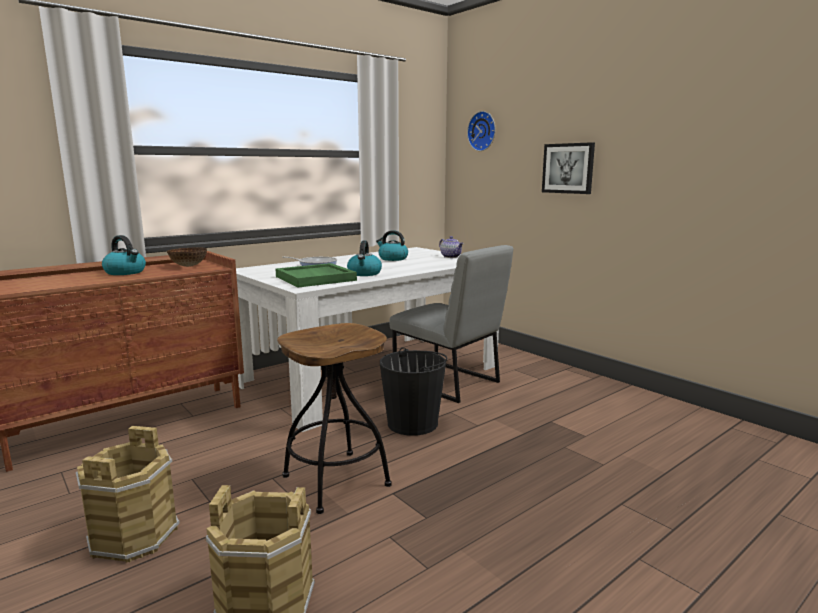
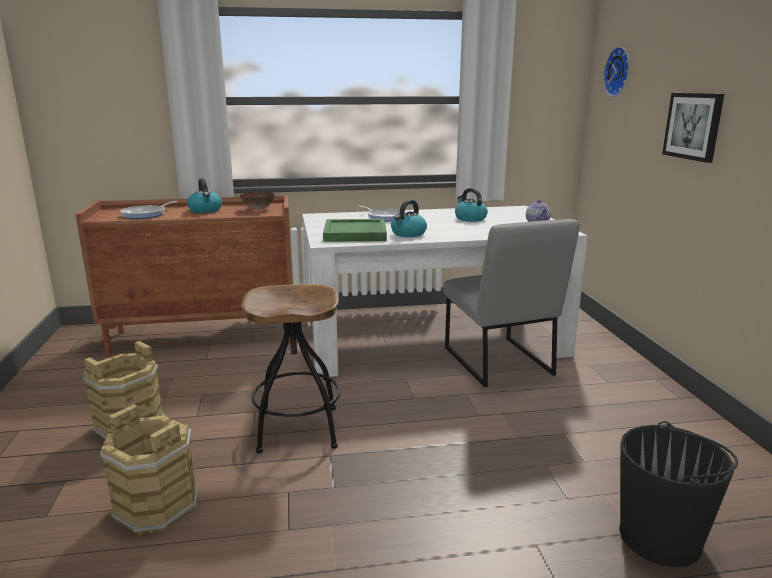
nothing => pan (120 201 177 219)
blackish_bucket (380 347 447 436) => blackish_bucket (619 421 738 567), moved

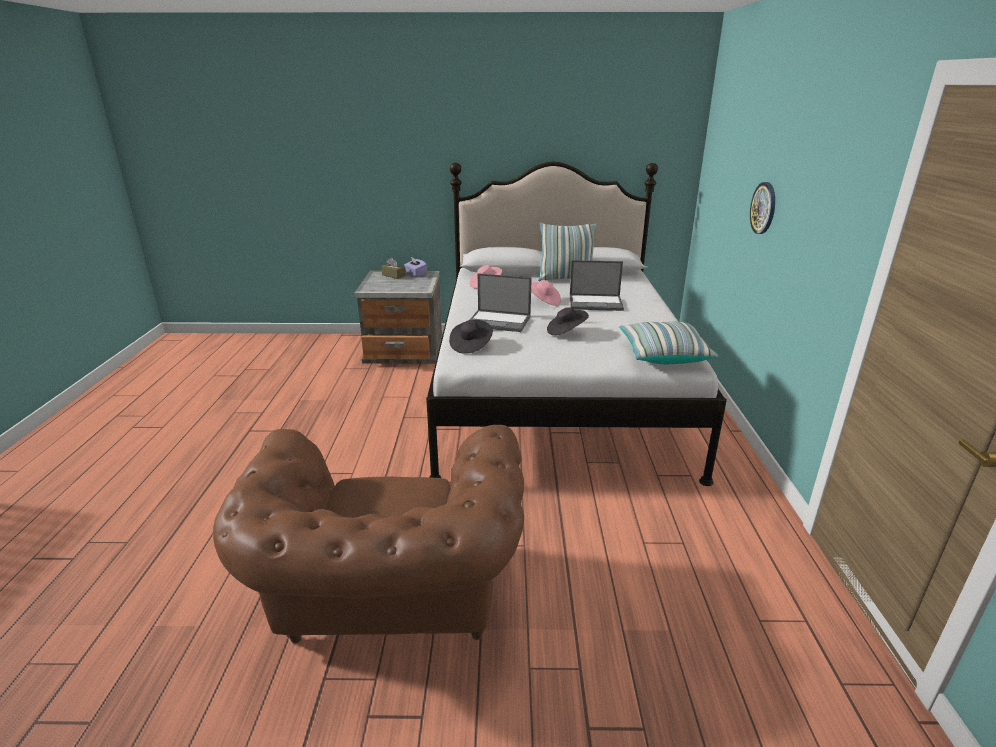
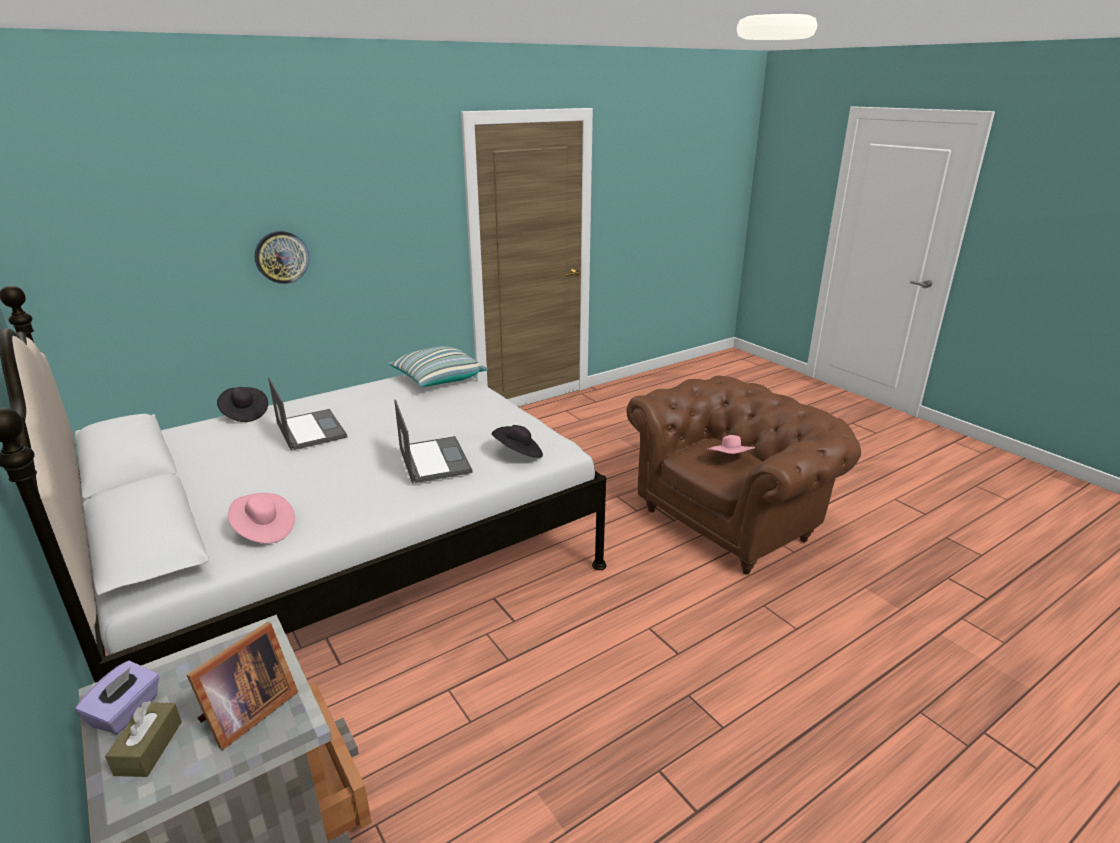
nothing => picture_frame (187 622 298 750)
blackish_wearable_hat (547 307 589 335) => blackish_wearable_hat (217 387 268 422), moved
pink_wearable_hat (531 280 561 306) => pink_wearable_hat (707 435 755 454), moved
cushion (538 223 596 281) => nothing

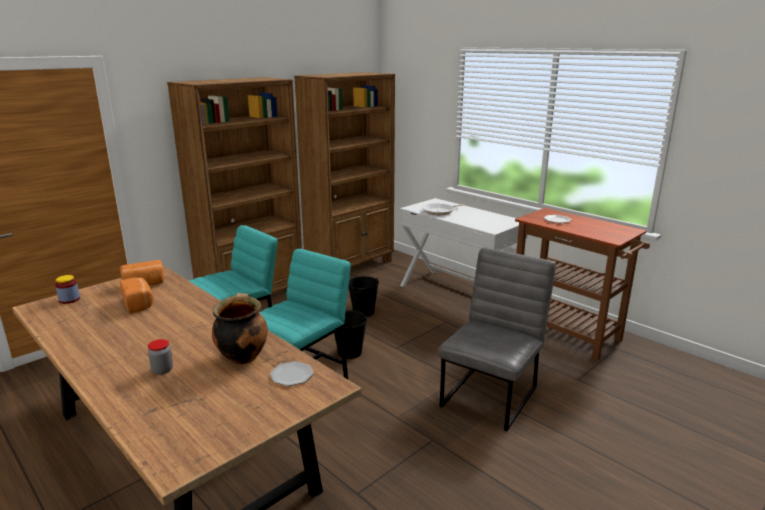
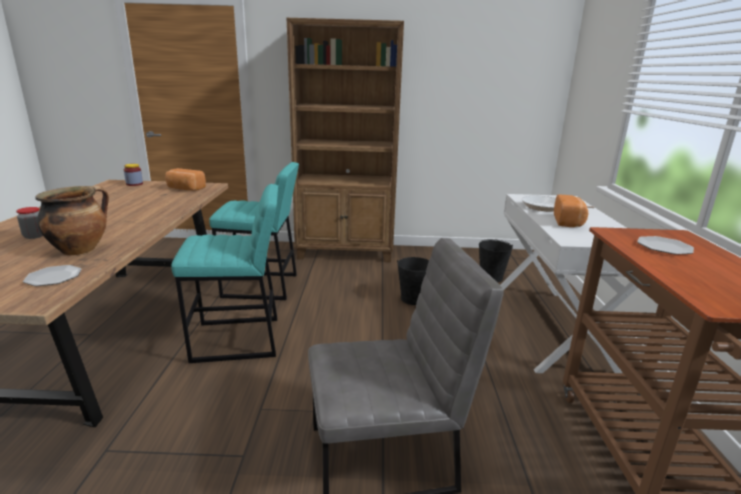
blackish_bucket (334 310 367 359) => blackish_bucket (479 239 513 282), moved
bread (120 277 154 313) => bread (554 195 588 227), moved
brownish_bookshelf (294 72 395 267) => nothing

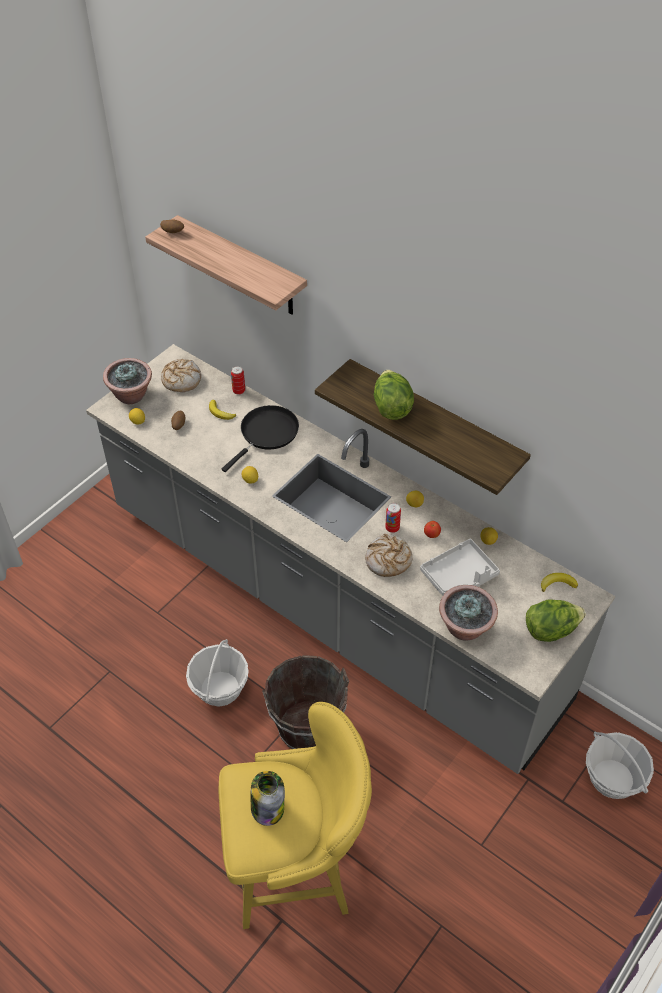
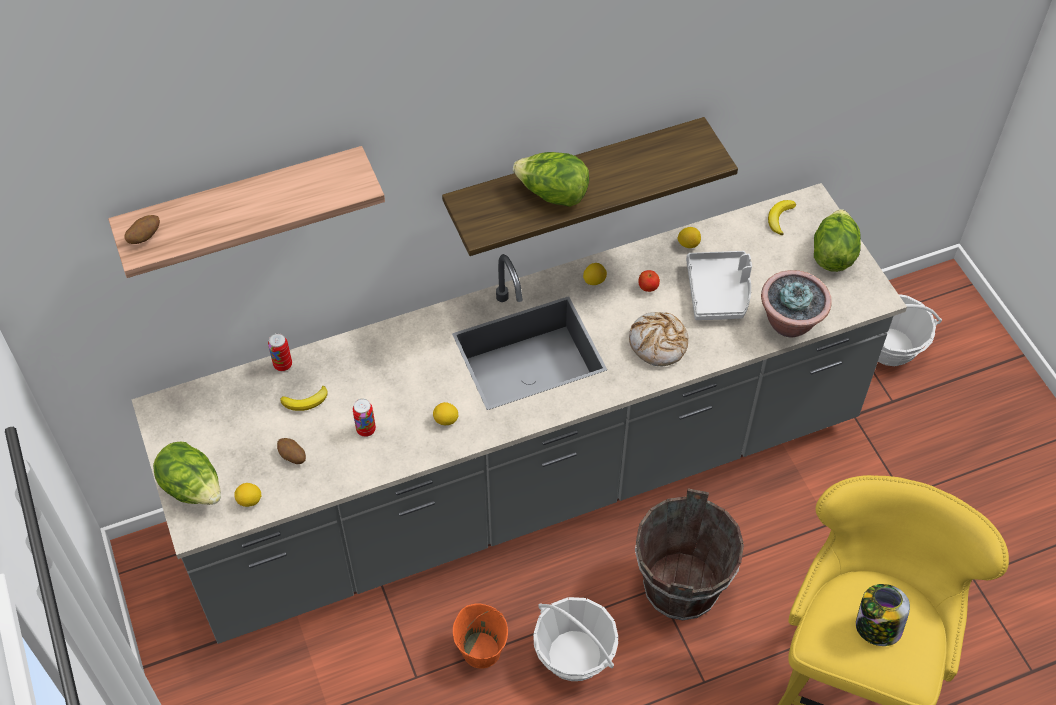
plant_in_a_pot (103 358 152 404) => head_of_lettuce (153 442 221 505)
sealed_can (385 503 401 533) => sealed_can (353 398 376 437), moved
nothing => orange-coloured_bucket (453 603 508 669)
bread (161 359 201 392) => nothing
blackish_pan (222 405 299 472) => nothing

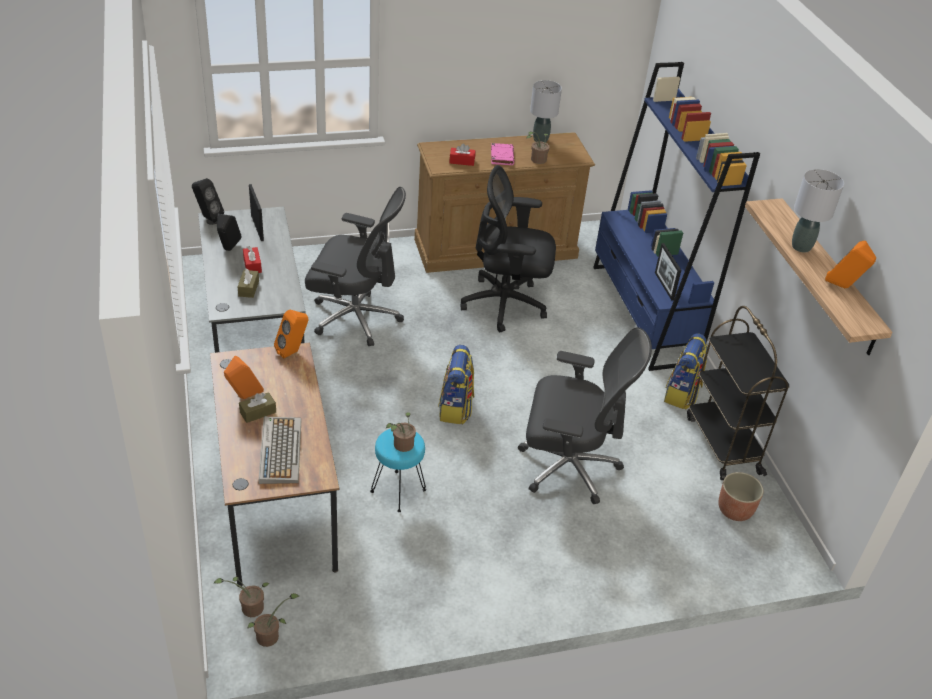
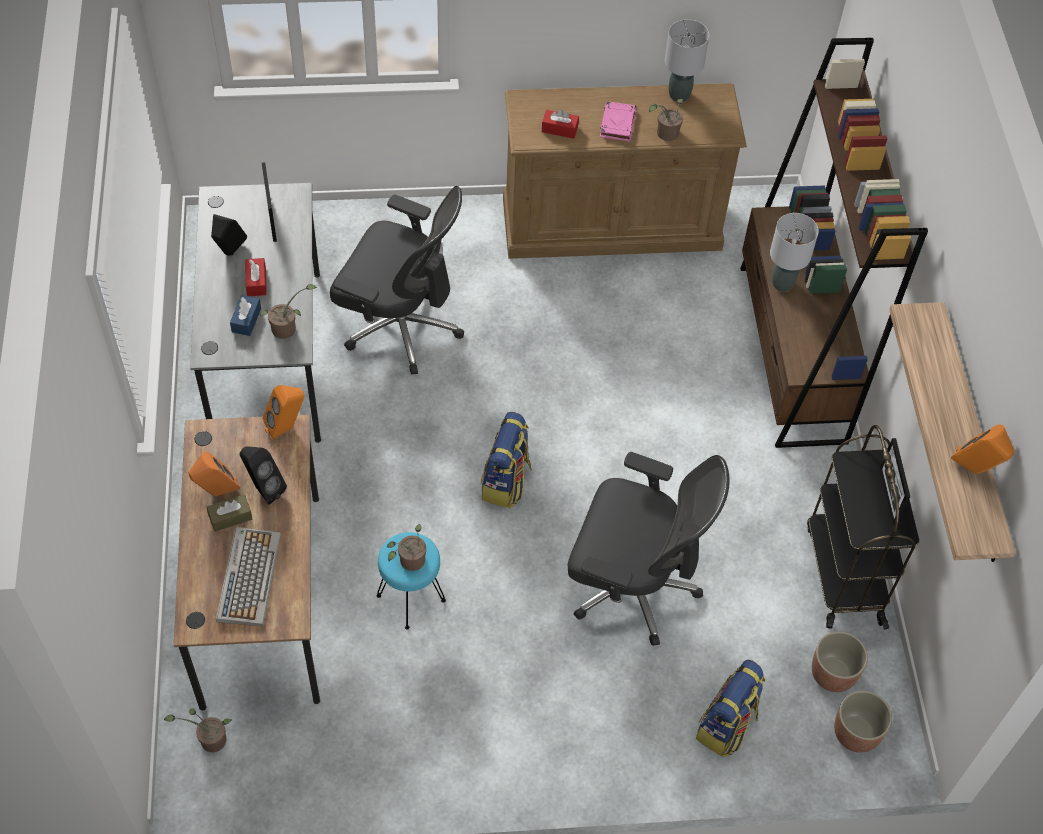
brownish_box_of_tissues (238 268 259 298) => blue-coloured_box_of_tissues (230 295 261 336)
blackish_speaker (192 178 224 223) => blackish_speaker (240 446 287 504), moved
plant_in_a_pot (247 593 299 647) => plant_in_a_pot (260 284 317 339), moved
rucksack (664 333 708 410) => rucksack (696 660 765 757), moved
blue-coloured_bookshelf (593 62 760 371) => brownish_bookshelf (740 38 928 448)
greyish_table_lamp (792 169 844 253) => greyish_table_lamp (770 213 819 292), moved
nothing => flower_pot (834 691 892 753)
picture_frame (655 243 681 300) => picture_frame (880 438 910 525), moved
blackish_desk_chair (461 165 556 332) => nothing

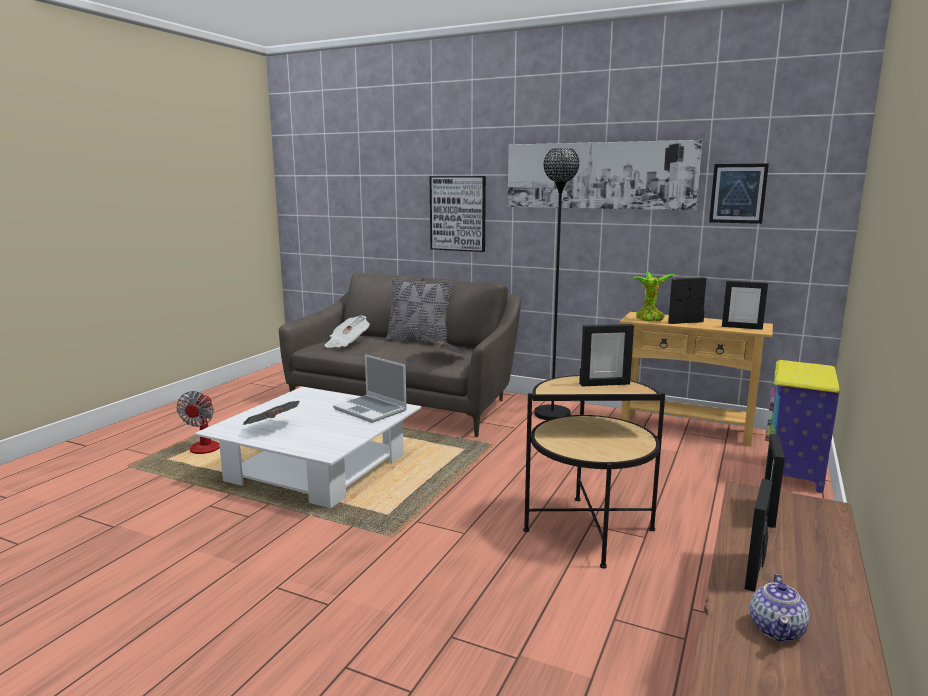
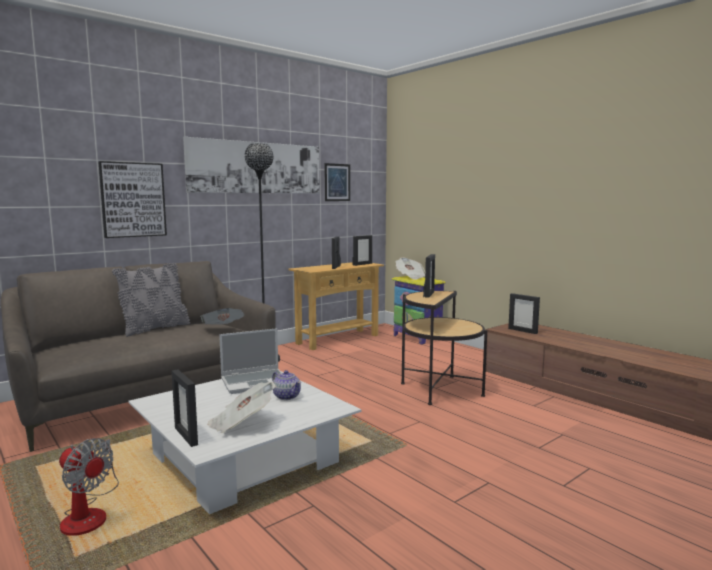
picture_frame (745 479 772 592) => picture_frame (172 370 198 447), moved
tea_pot (750 574 810 641) => tea_pot (272 370 301 400), moved
newspaper (324 315 370 348) => newspaper (395 257 425 280), moved
plant_in_a_pot (632 272 674 321) => nothing

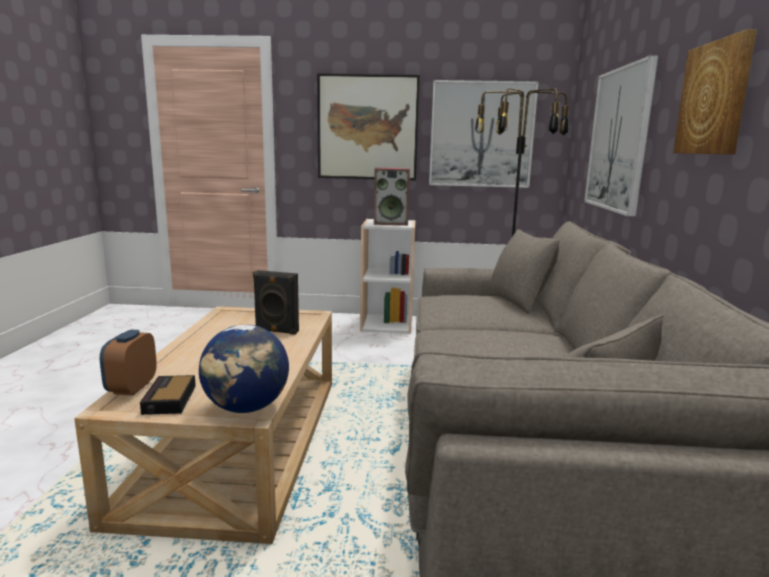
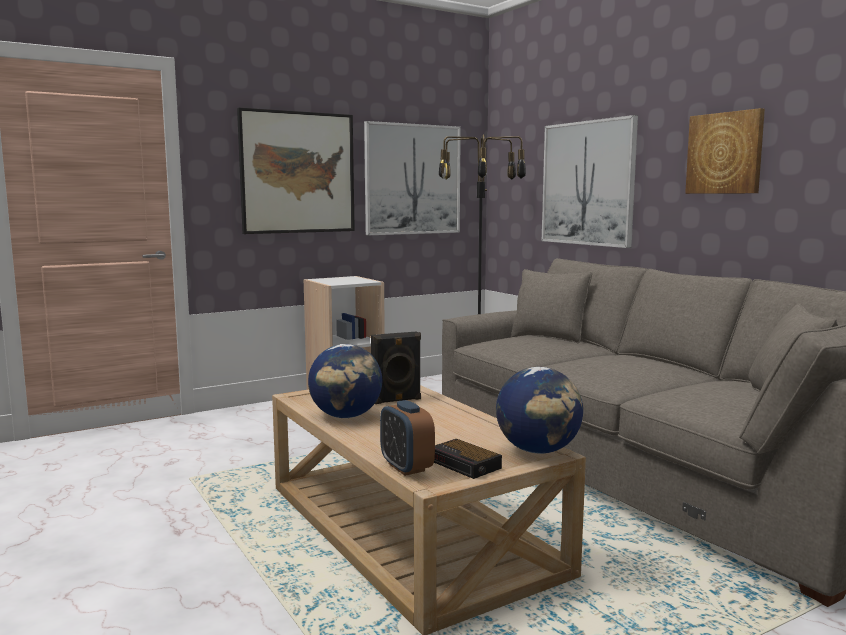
nothing => world_globe (308 344 382 418)
speaker (374 168 410 225) => nothing

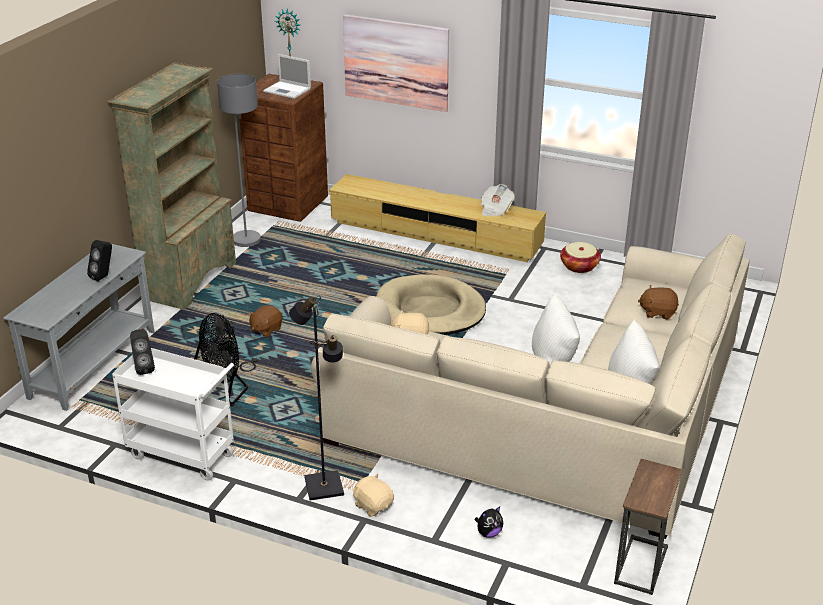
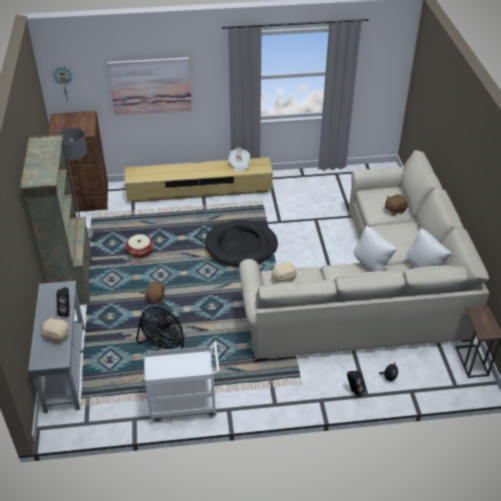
beige_plush_toy (352 473 394 517) => beige_plush_toy (41 316 69 344), moved
storage_basket (560 242 601 273) => storage_basket (125 234 154 258), moved
beige_dog_bed (376 274 486 335) => blackish_dog_bed (205 220 278 267)
blackish_speaker (130 329 155 375) => blackish_speaker (347 371 366 397), moved
notebook_computer (263 54 311 99) => nothing
blackish_standing_lamp (289 295 344 501) => nothing

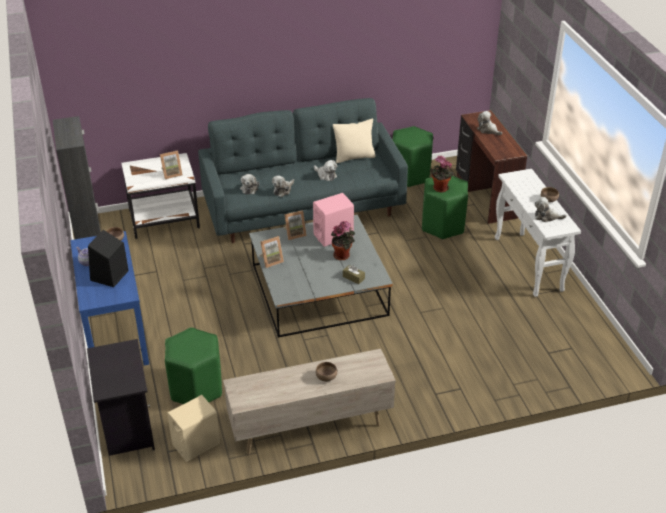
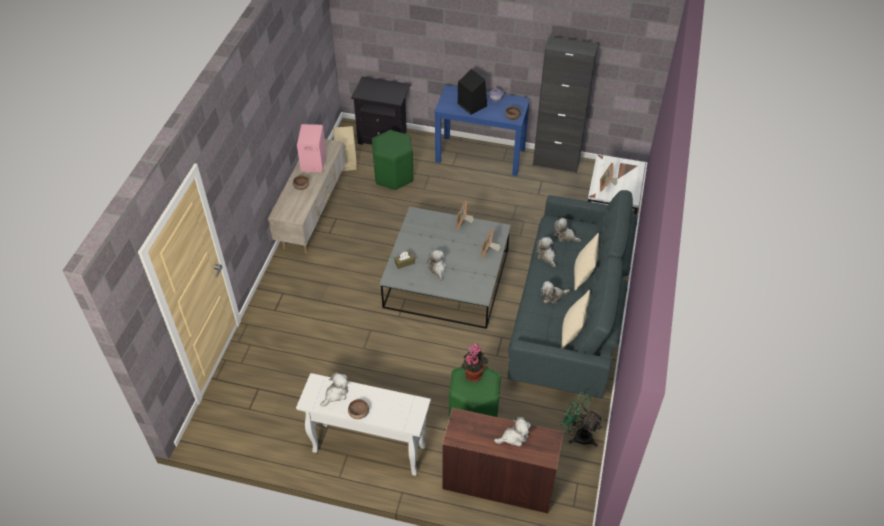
pink_speaker (313 193 354 247) => pink_speaker (297 124 326 172), moved
plant_in_a_pot (331 221 355 260) => plush_toy (427 250 447 281)
green-coloured_stool_seat (392 126 433 187) => green-coloured_electric_fan (560 392 604 447)
nothing => beige_cushion (574 233 599 291)

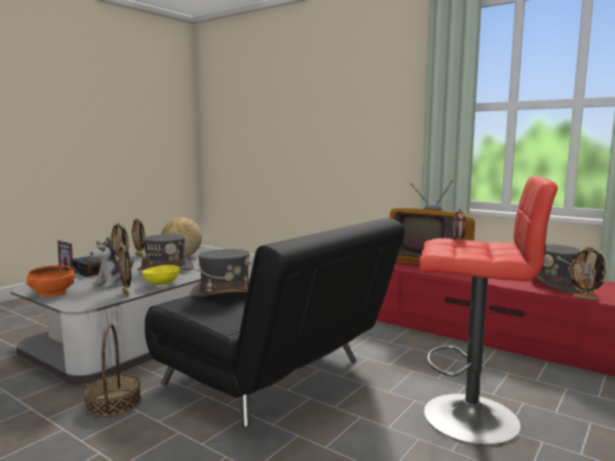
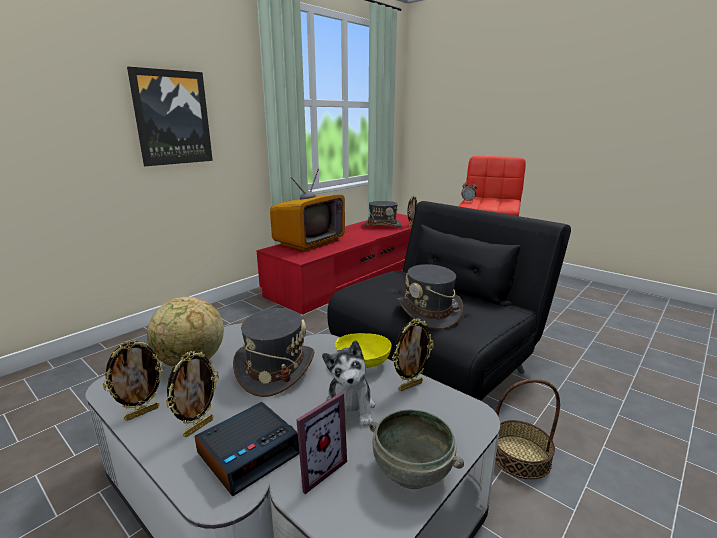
nothing => wall_picture (127 67 213 166)
plush_toy (90 237 133 288) => plush_toy (322 340 375 426), 45 degrees clockwise
orange-coloured_deep_dish (26 265 75 297) => greyish_deep_dish (369 410 464 489)

